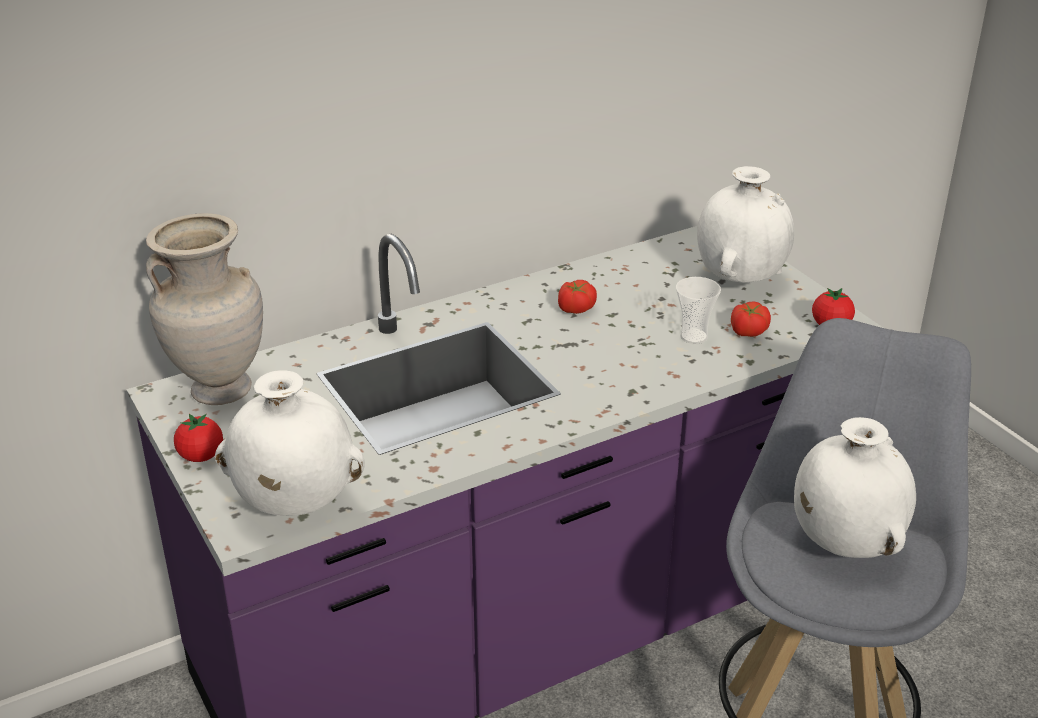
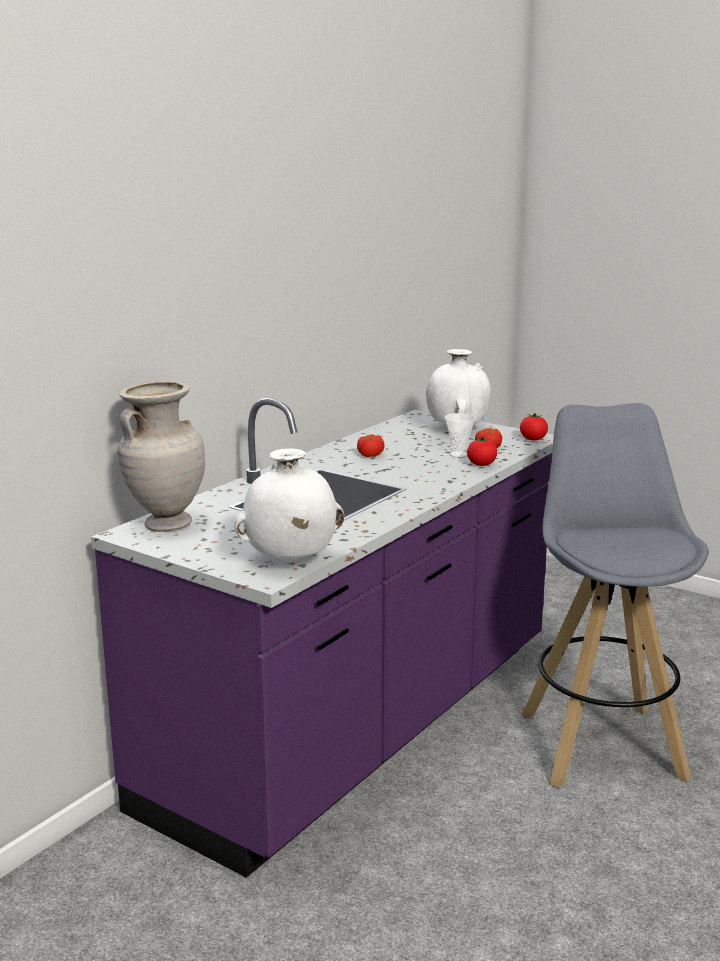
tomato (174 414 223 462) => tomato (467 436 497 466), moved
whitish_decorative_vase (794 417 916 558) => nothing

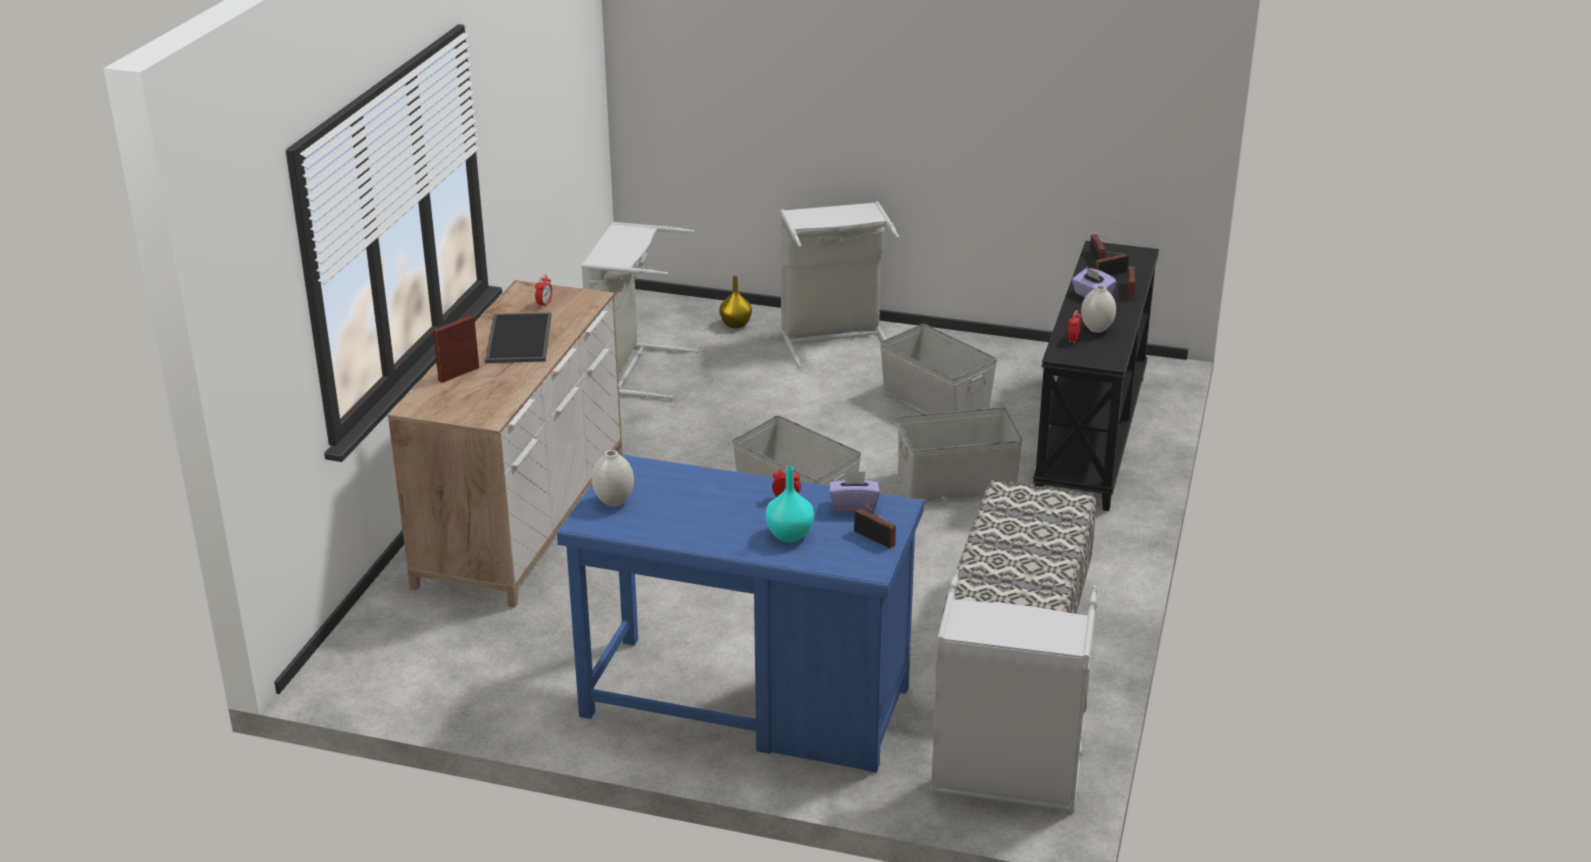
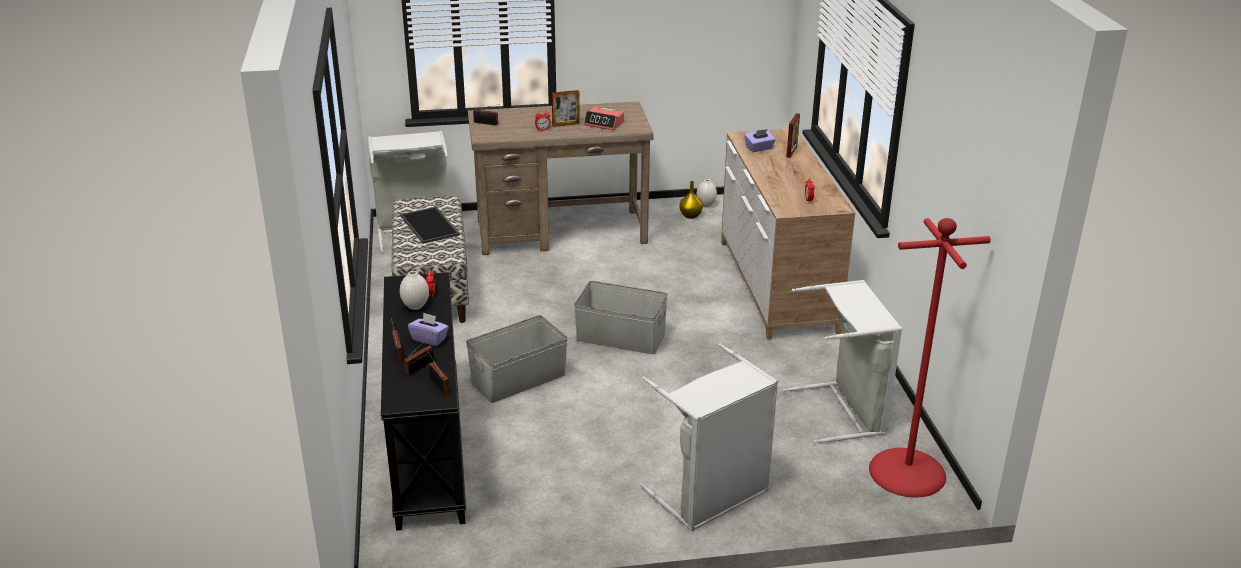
serving_tray (485 312 551 363) => serving_tray (400 207 460 244), moved
blue-coloured_desk (557 454 924 772) => brownish_desk (468 101 654 255)
nothing => picture_frame (552 90 580 127)
nothing => alarm_clock (584 106 624 130)
yellowish_decorative_vase (719 276 752 328) => yellowish_decorative_vase (679 181 703 219), moved
whitish_decorative_vase (592 450 634 506) => whitish_decorative_vase (696 179 717 207), moved
purplish_box_of_tissues (830 471 880 513) => purplish_box_of_tissues (744 129 776 152), moved
nothing => red_garment_stand (869 218 991 498)
blue-green_decorative_vase (765 466 814 542) => nothing
greyish_storage_bin (880 324 997 414) => nothing

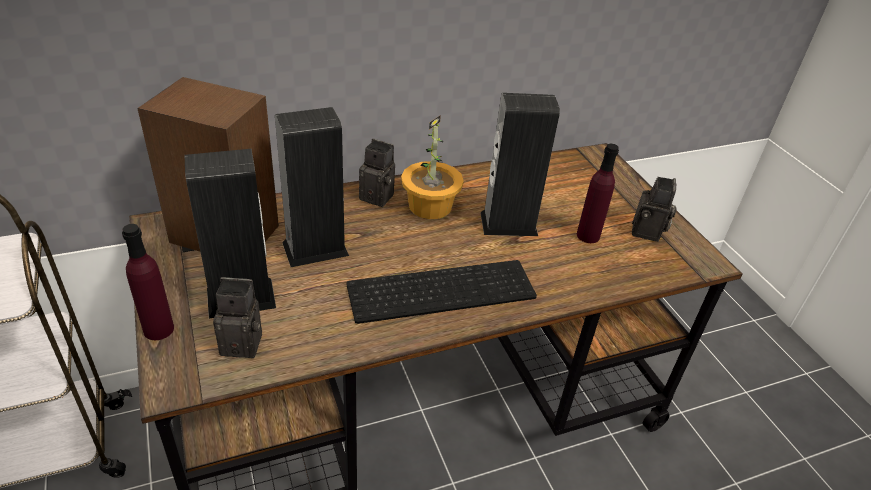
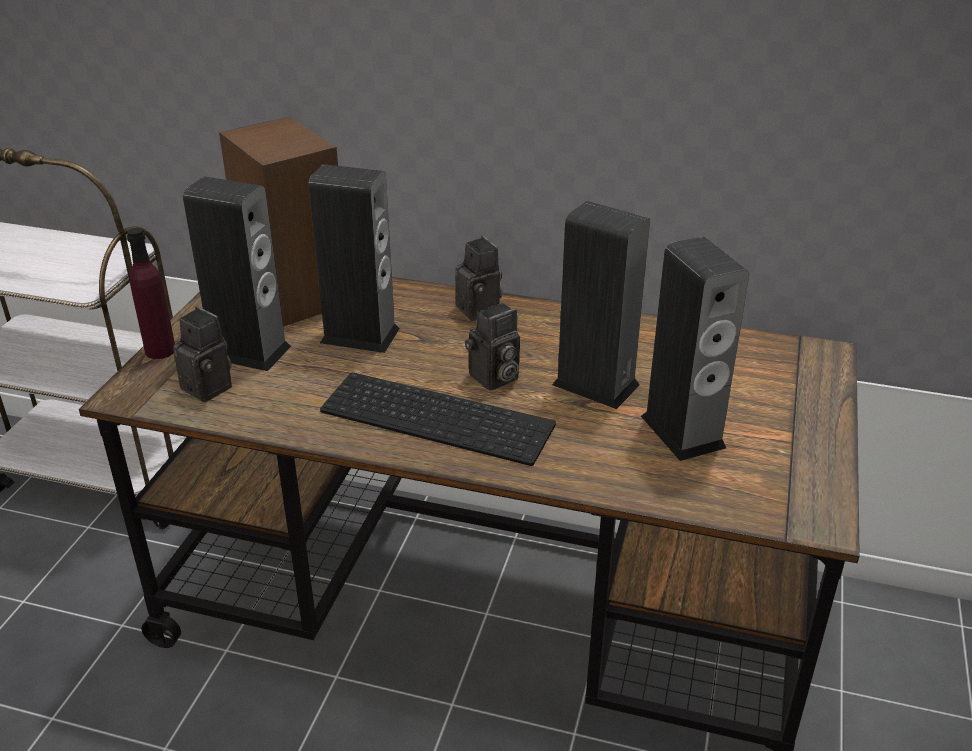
still_camera (632 177 676 242) => still_camera (465 303 520 391), moved
purplish_drink_bottle (577 144 619 243) => speaker (641 237 749 461)
plant_in_a_pot (401 116 464 219) => nothing

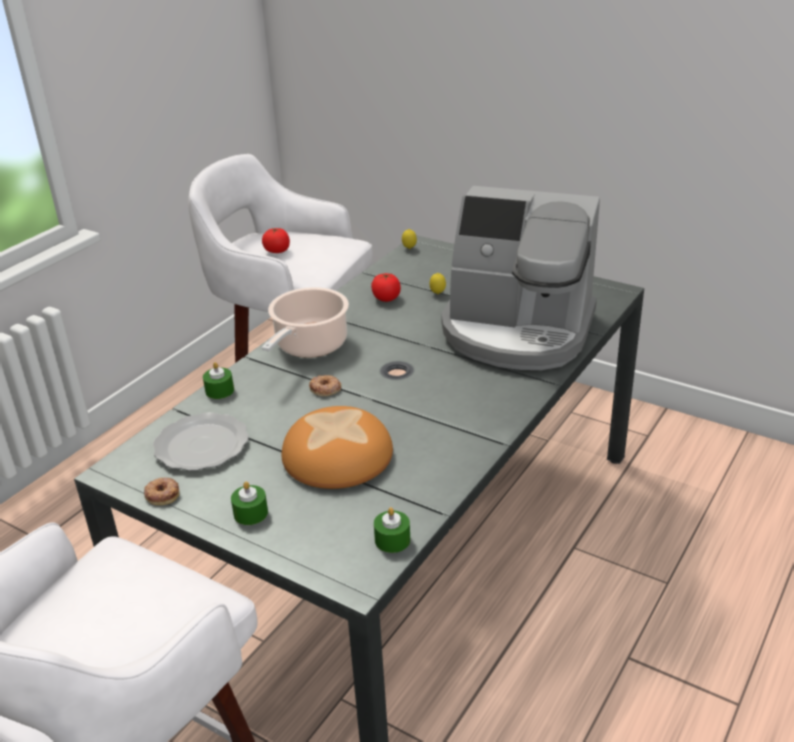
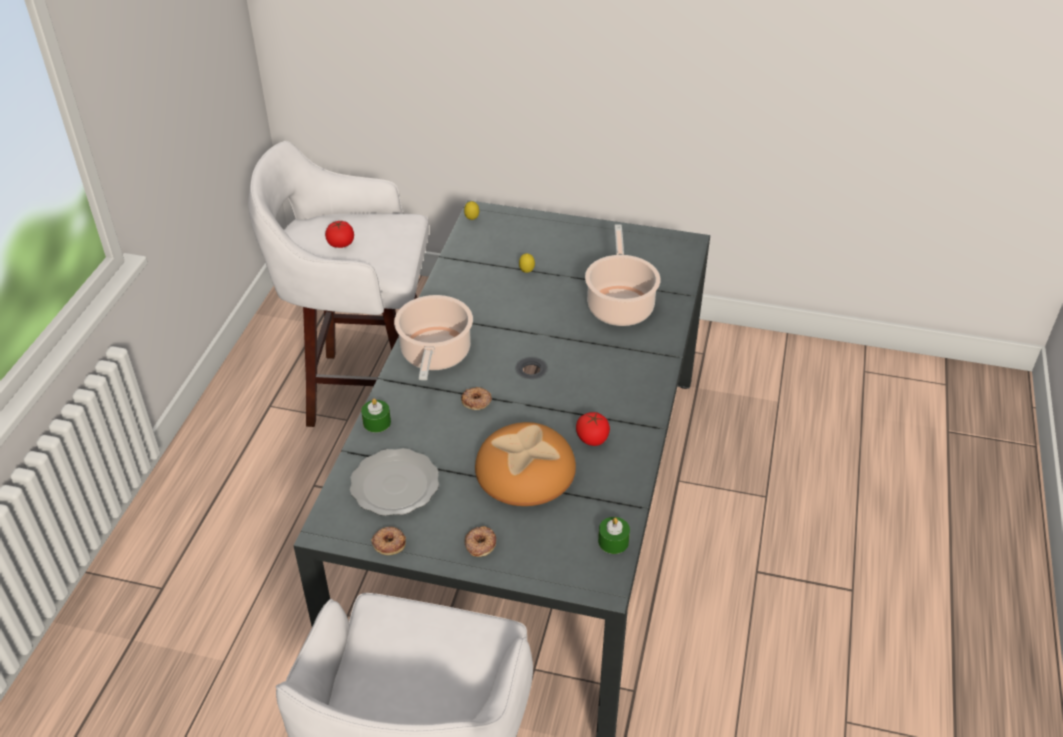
green-coloured_wax_light (231 481 268 525) => doughnut (465 526 496 557)
tomato (371 273 401 302) => tomato (576 412 610 446), moved
coffee_brewer (441 186 600 370) => stockpot (585 225 660 326)

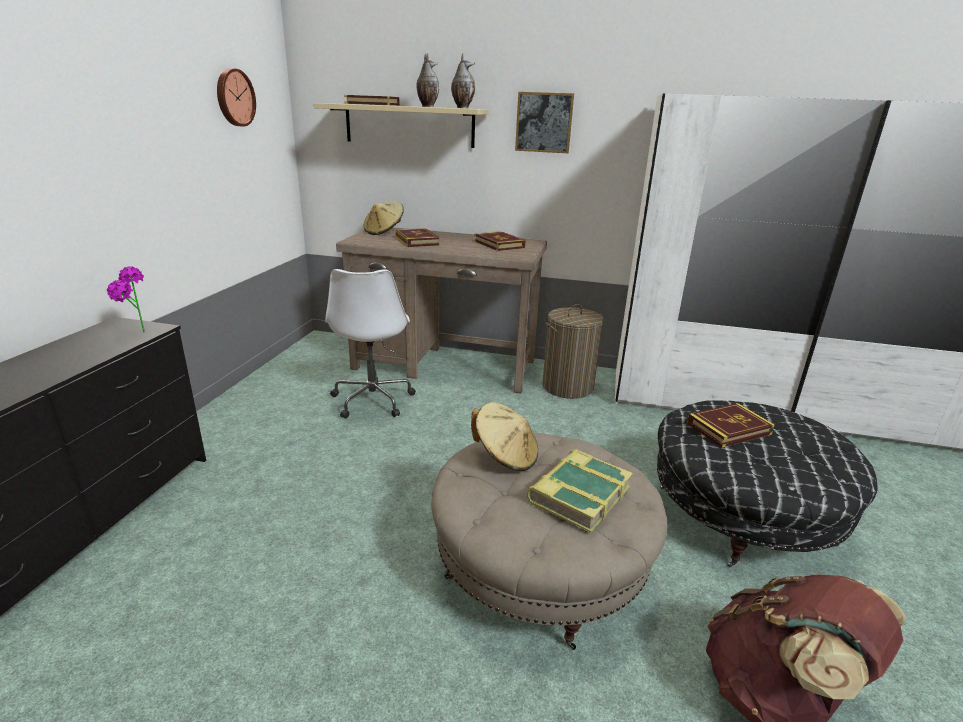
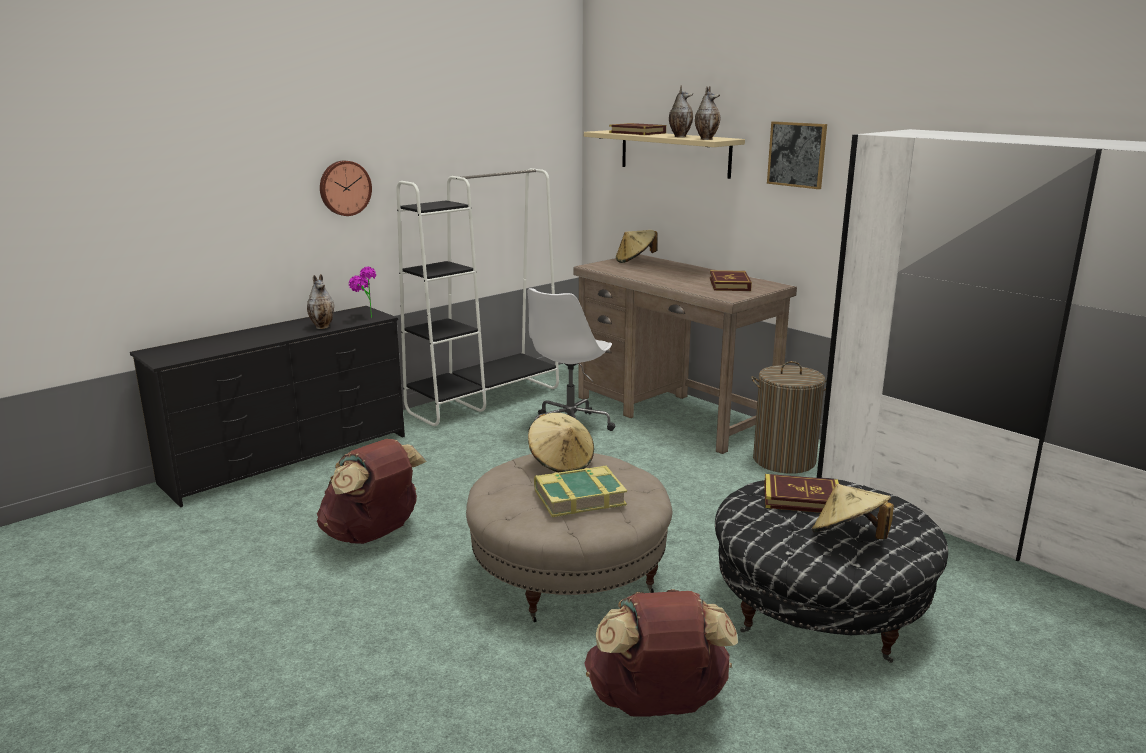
nothing => decorative_vase (307 274 334 329)
nothing => brownish_rucksack (317 439 426 544)
hanging_clock (217 68 256 126) => hanging_clock (320 161 372 216), moved
nothing => blackish_garment_stand (396 168 559 426)
nothing => beige_wearable_hat (812 484 894 539)
book (396 228 439 247) => nothing

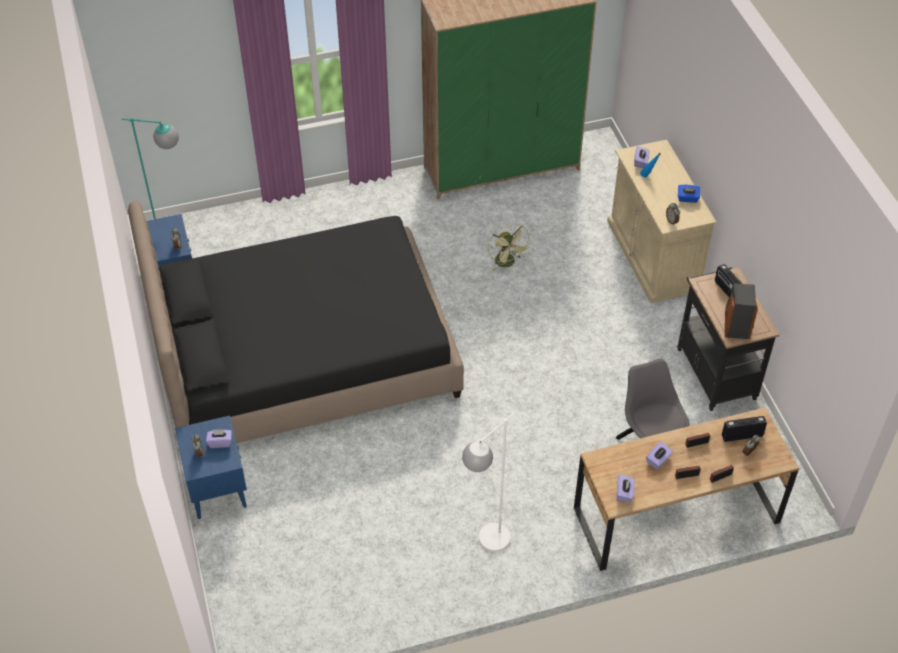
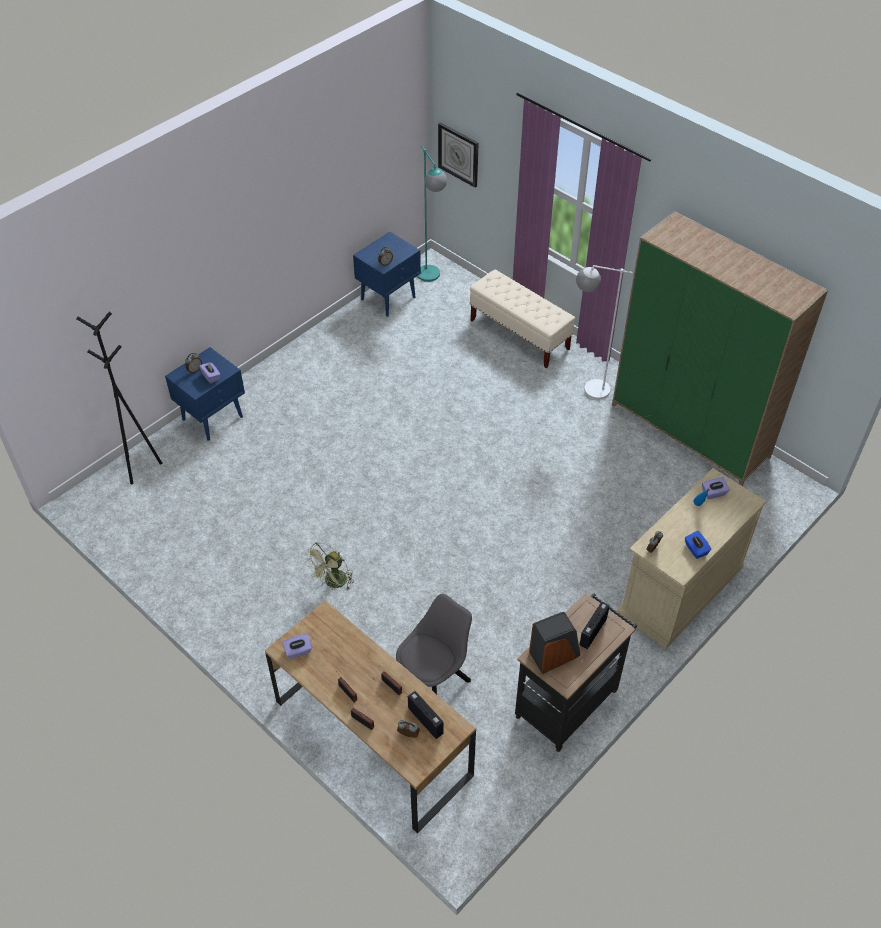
nothing => blackish_garment_stand (77 312 162 484)
green-coloured_electric_fan (488 224 531 271) => green-coloured_electric_fan (305 542 354 590), moved
nothing => hanging_clock (438 122 479 188)
nothing => beige_indoor_bench (470 270 575 368)
whitish_standing_lamp (462 413 515 552) => whitish_standing_lamp (576 265 632 399), moved
blackish_sleeping_bed (128 201 464 443) => nothing
purplish_box_of_tissues (646 441 673 470) => nothing

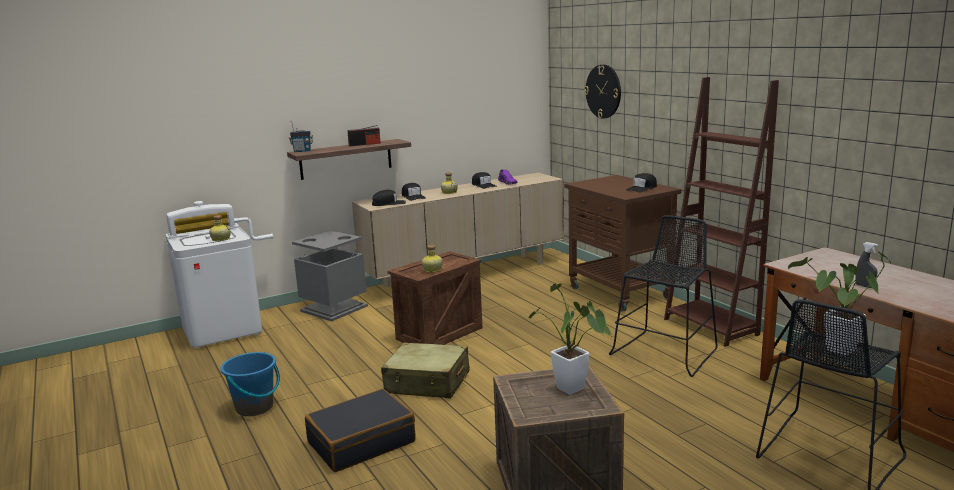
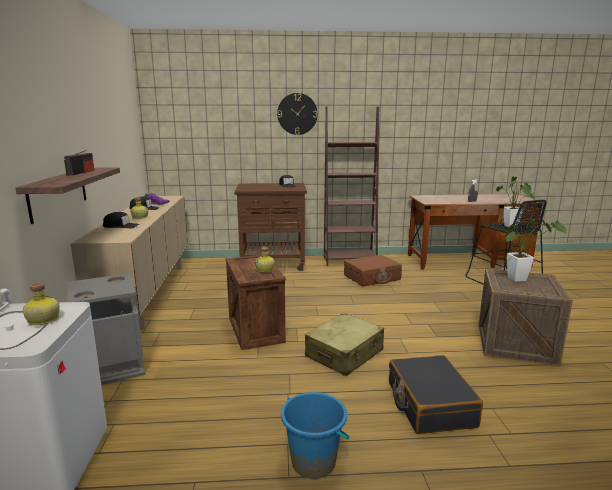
hanging_clock (584 65 621 118) => hanging_clock (277 93 318 135), moved
blackish_stool_seat (609 215 717 377) => brownish_travel_case (344 255 402 287)
radio (289 121 313 152) => nothing
blackish_baseball_cap (372 190 406 206) => nothing

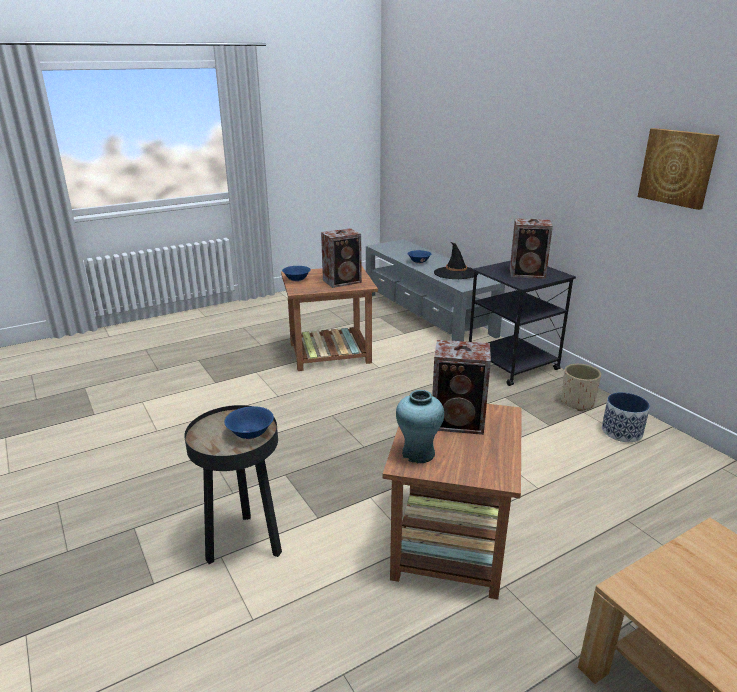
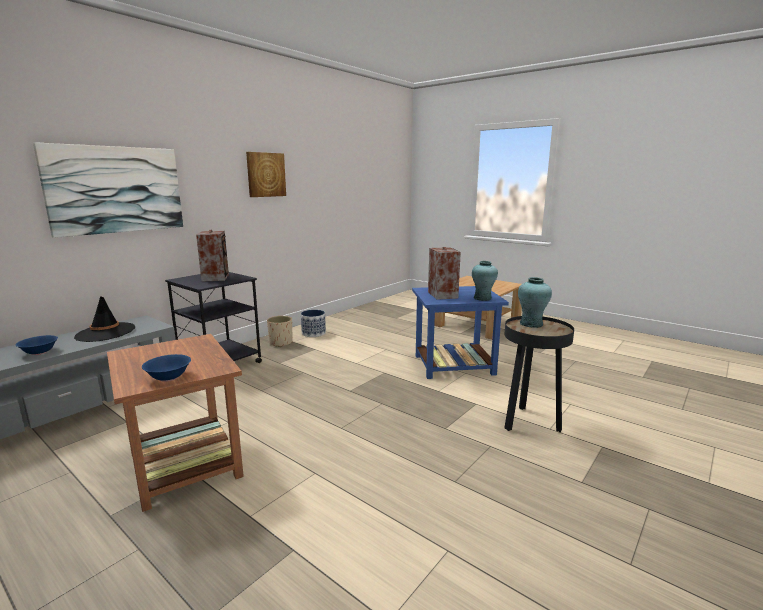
nothing => wall_picture (33 142 183 238)
brownish_side_table (383 404 522 600) => blue-coloured_side_table (412 286 509 379)
blue-coloured_deep_dish (224 406 274 439) => blue-green_decorative_vase (518 277 552 328)
speaker (321 228 362 288) => nothing

